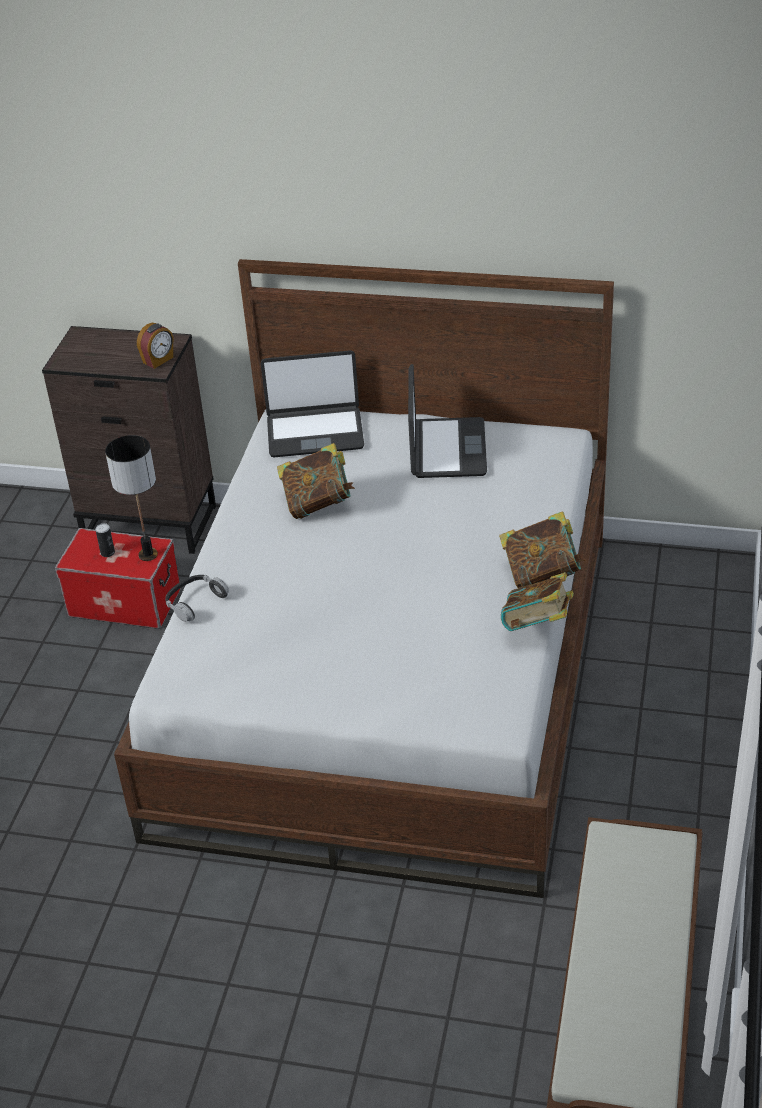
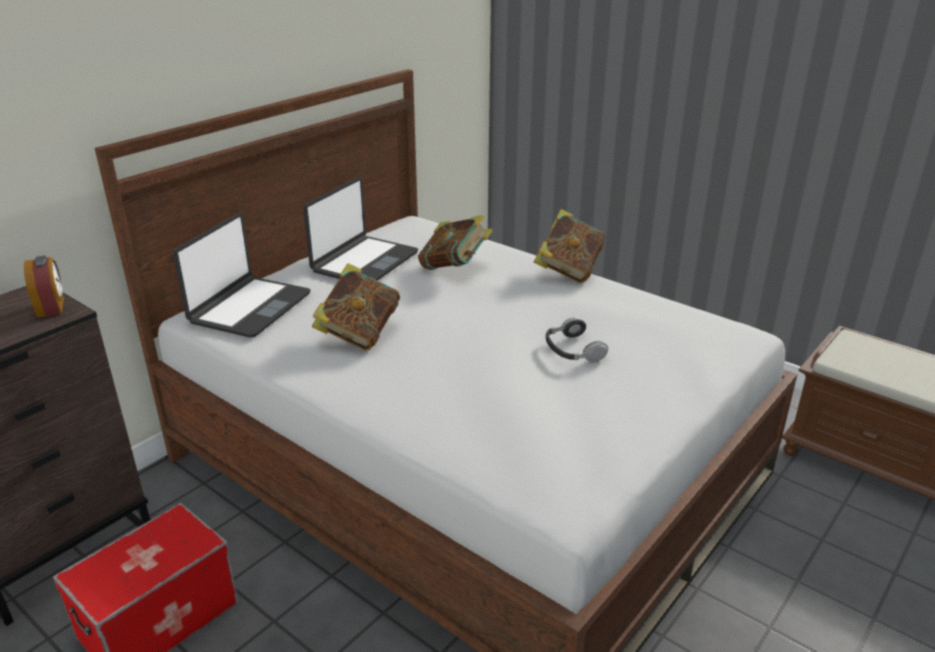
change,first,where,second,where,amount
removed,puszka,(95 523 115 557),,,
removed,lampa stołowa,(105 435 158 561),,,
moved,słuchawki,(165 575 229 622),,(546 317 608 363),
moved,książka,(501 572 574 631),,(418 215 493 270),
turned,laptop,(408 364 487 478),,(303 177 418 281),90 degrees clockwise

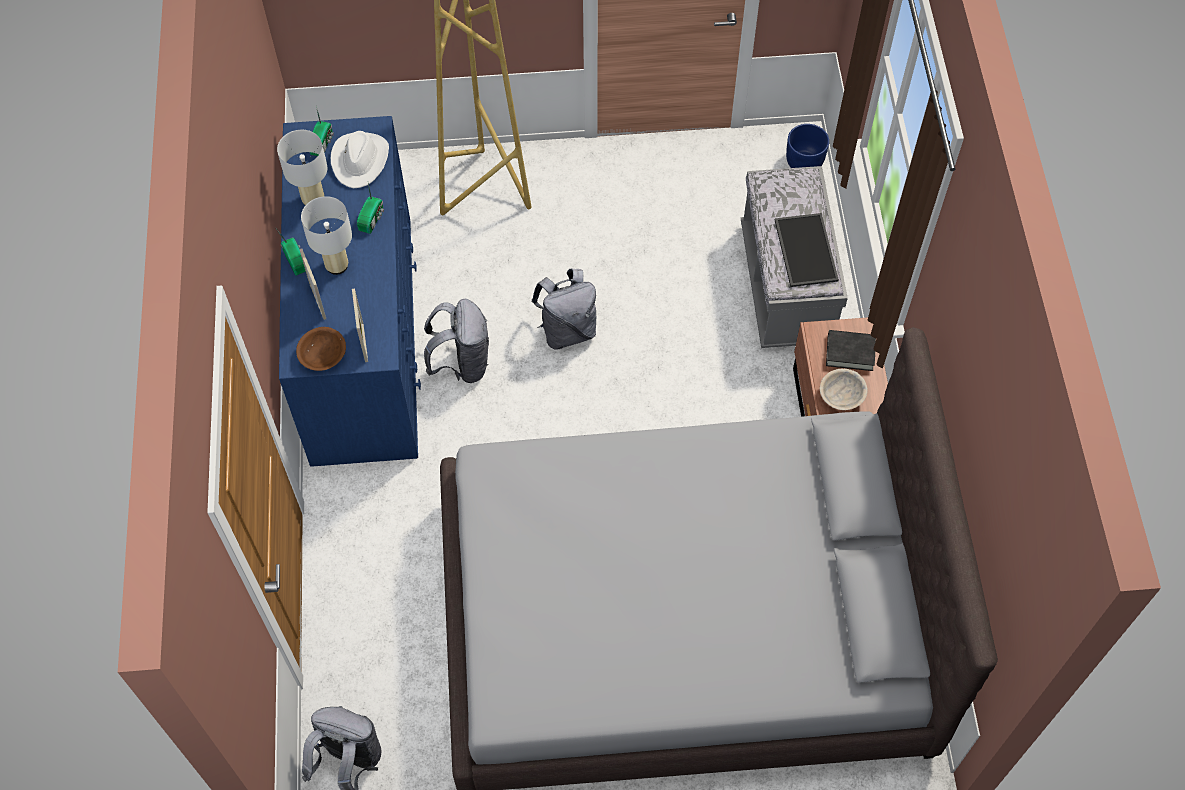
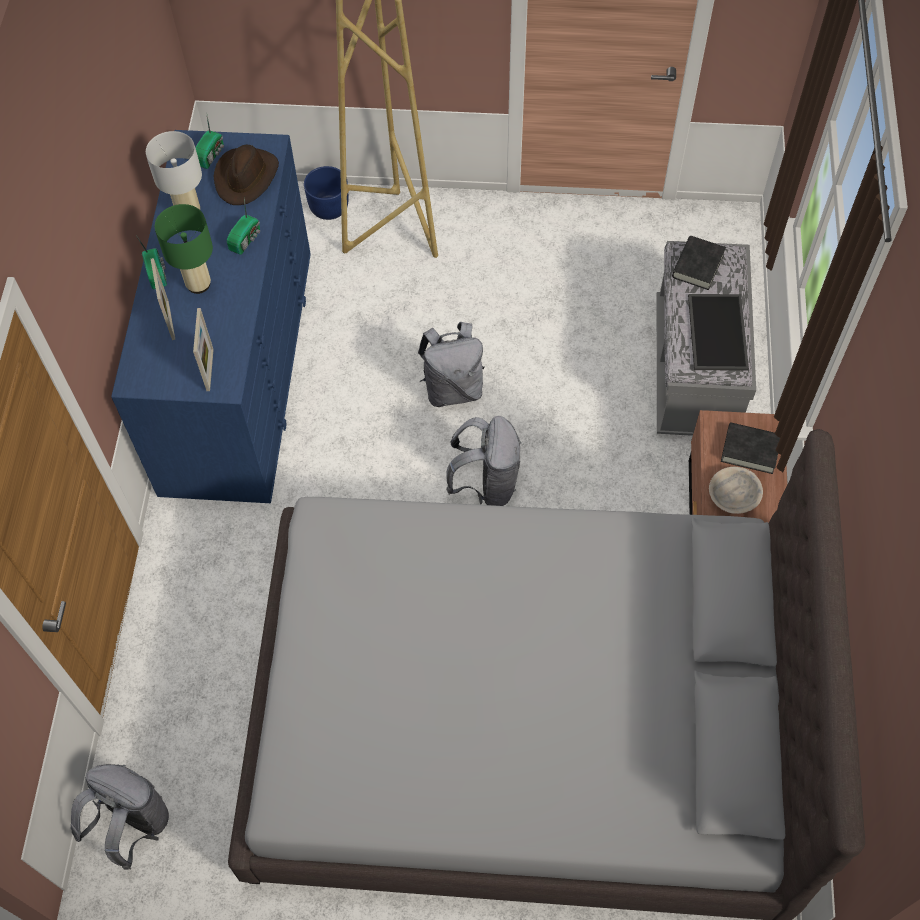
change,first,where,second,where,amount
removed,miska [brązowy],(296 327 346 371),,,
added,,,książka [czarny],(672 236 726 290),
moved,plecak [szary],(424 299 489 383),,(446 416 521 506),
moved,donica [niebieski],(786 124 829 168),,(304 166 349 220),
recoloured,lampa stołowa [biały],(301 196 352 275),lampa stołowa [zielony],(155 204 213 294),
recoloured,kapelusz [biały],(331 131 389 188),kapelusz [brązowy],(213 145 279 205),

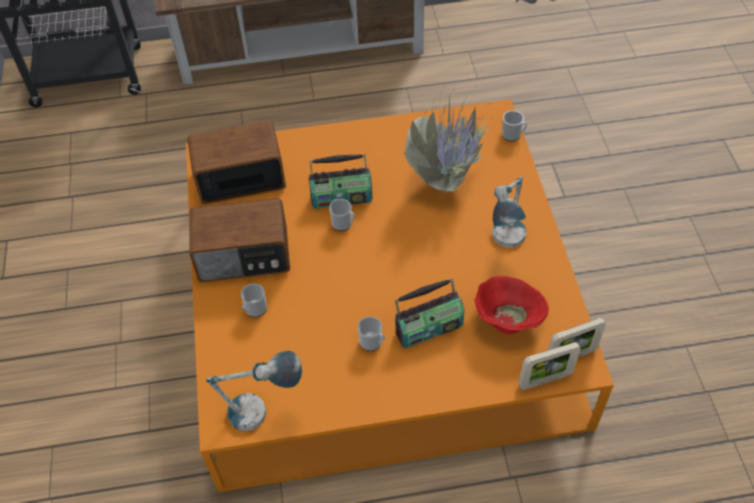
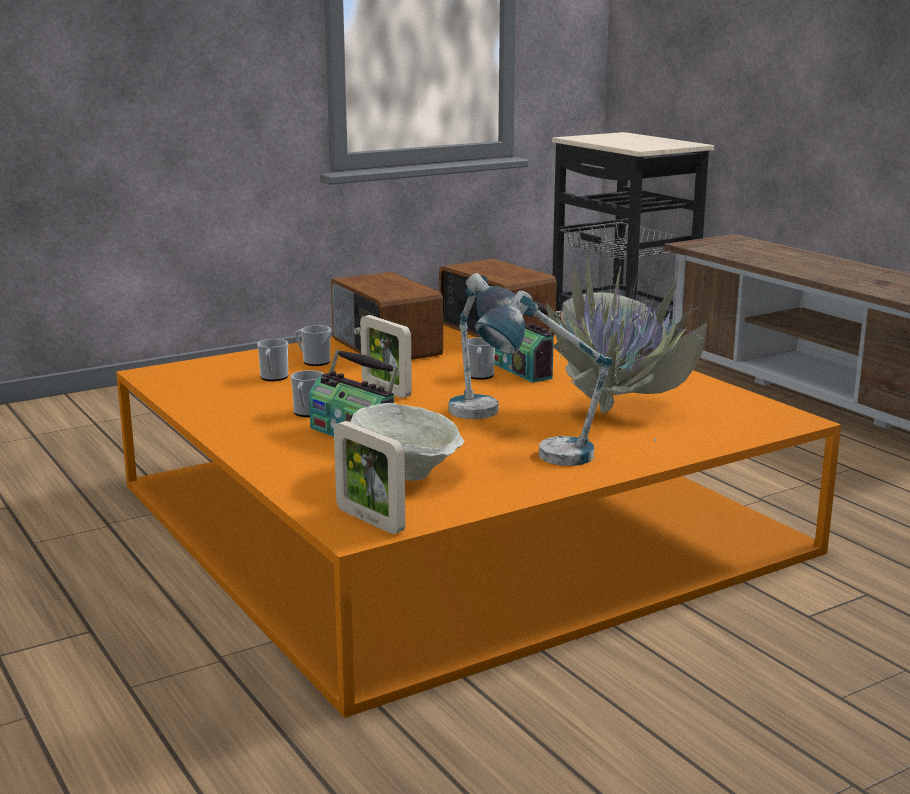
change,first,where,second,where,amount
moved,lampa stołowa,(206 351 302 431),,(448 273 516 419),
moved,kubek,(502 110 527 141),,(257 339 288 381),
moved,ramka na zdjęcie,(519 342 581 390),,(360 315 412 398),
recoloured,miska [czerwony],(475 276 549 334),miska [beżowy],(351 403 464 481),

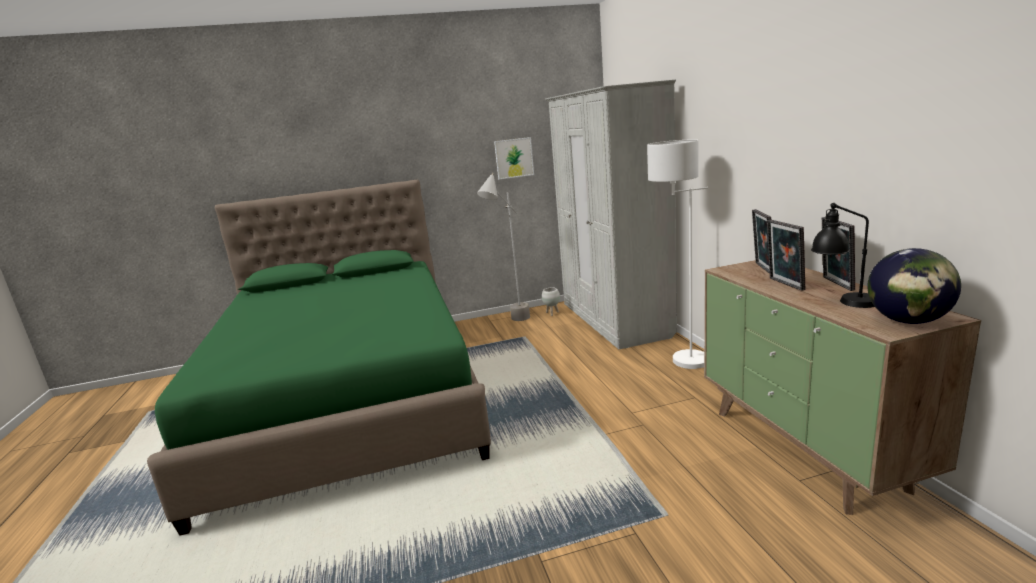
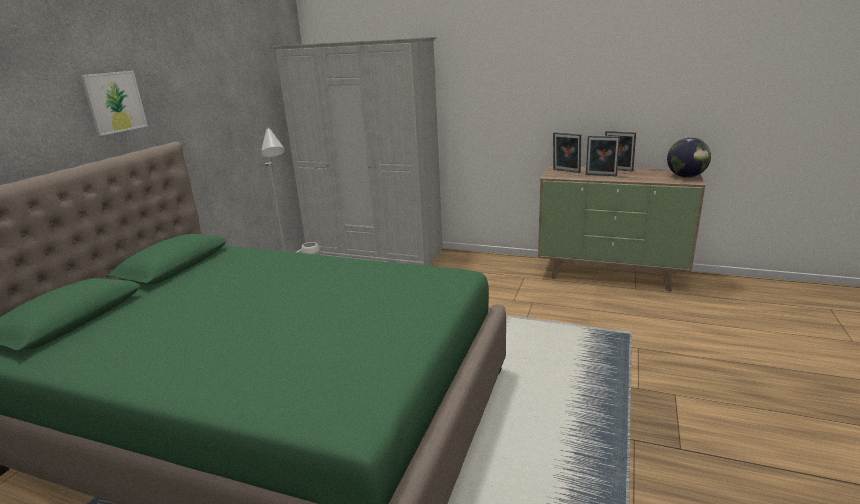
change,first,where,second,where,amount
removed,lampa stojąca [biały],(647 139 708 369),,,
removed,lampa stołowa [czarny],(811 203 875 308),,,
moved,obraz,(494 137 534 179),,(80 71 148 136),

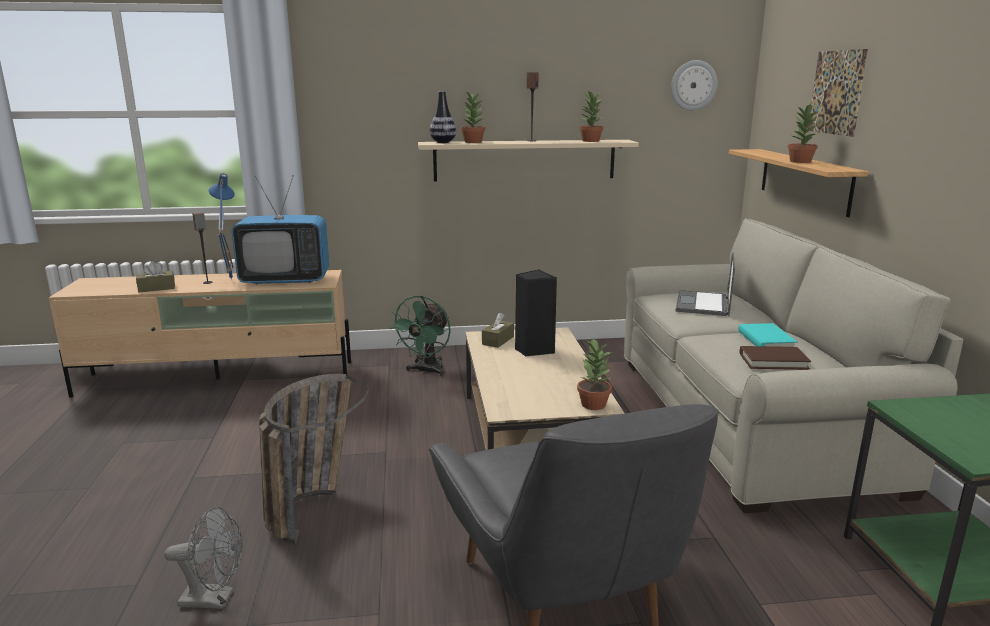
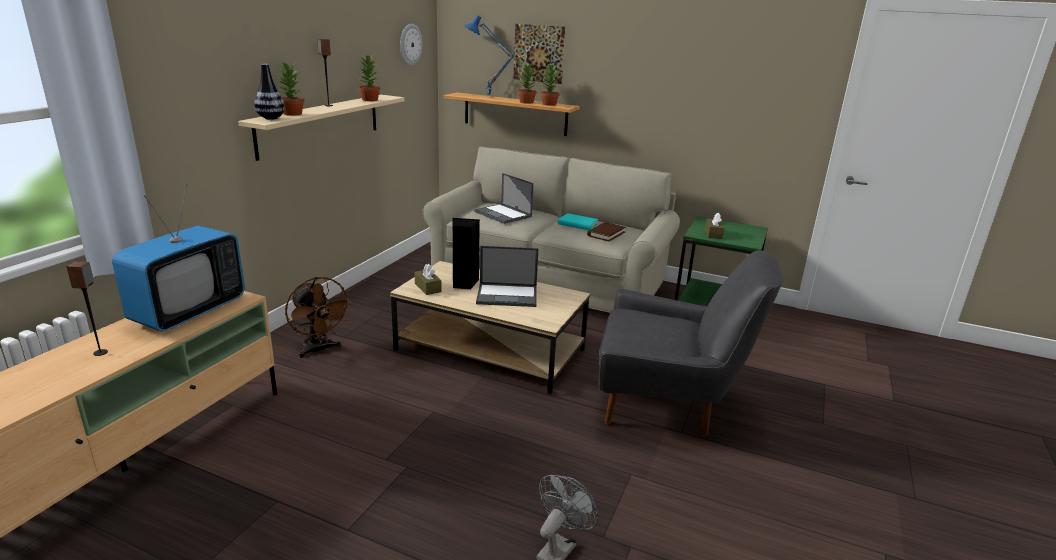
change,first,where,second,where,amount
removed,koszyk,(259 374 369 543),,,
added,,,laptop,(476 246 539 307),
moved,pudełko chusteczek [brązowy],(136 261 175 293),,(705 212 725 239),
moved,lampa stołowa [niebieski],(209 173 235 281),,(464 15 514 97),
moved,roślina doniczkowa,(577 337 612 410),,(540 65 560 106),
recoloured,wentylator [zielony],(389 296 451 376),wentylator [brązowy],(285 277 352 358),

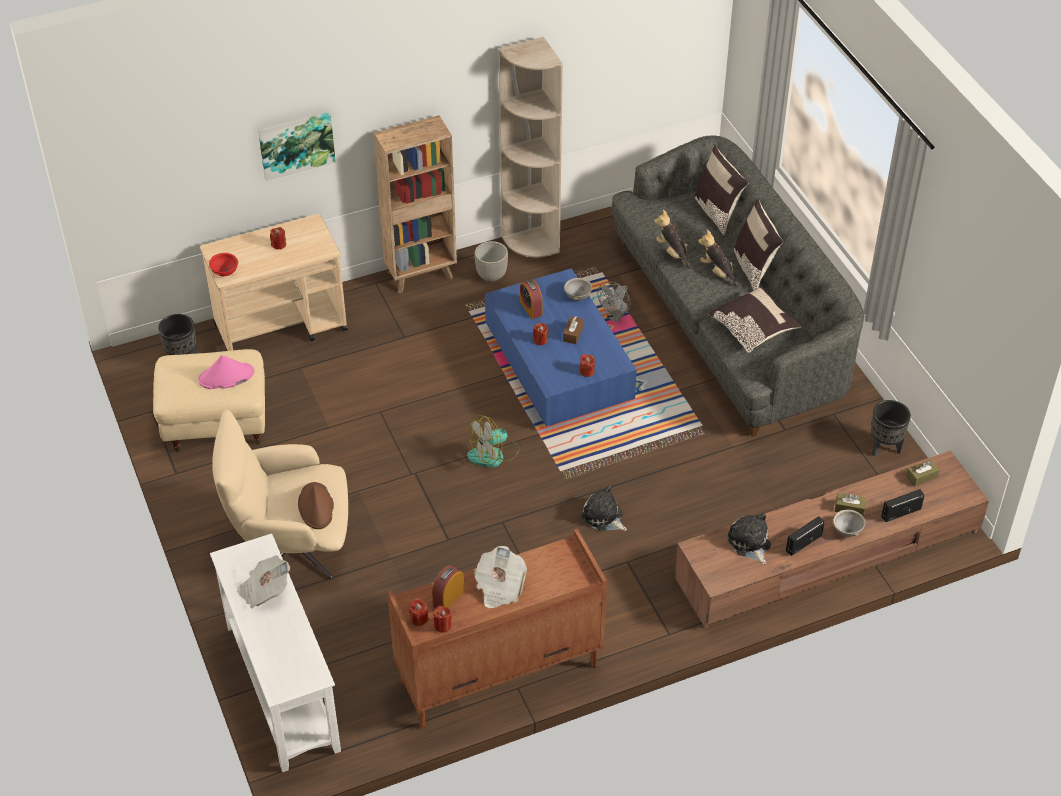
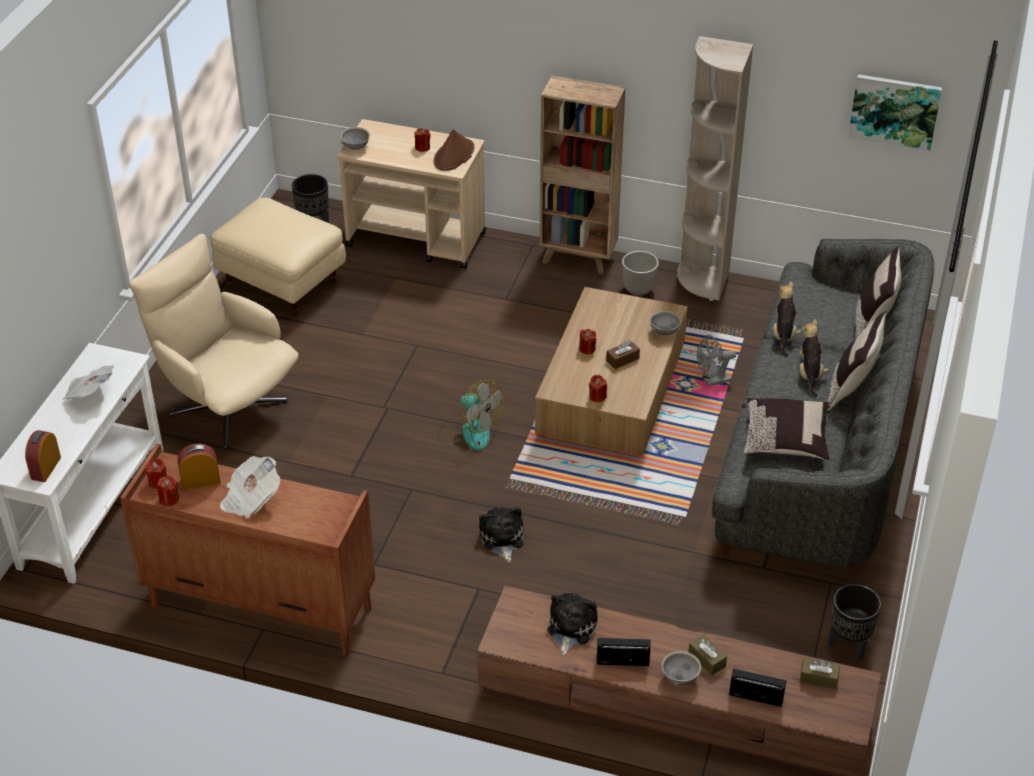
change,first,where,second,where,amount
removed,kapelusz [różowy],(198 355 254 389),,,
moved,obraz,(258 110 336 181),,(848 74 942 151),
moved,kapelusz [brązowy],(298 482 334 529),,(434 129 474 171),
moved,budzik,(520 280 543 319),,(25 430 61 482),
recoloured,miska [czerwony],(209 253 238 276),miska [szary],(340 127 370 150),
recoloured,ława [niebieski],(485 268 637 427),ława [brązowy],(535 287 688 456),
turned,wentylator,(467 415 519 467),,(438 379 504 450),150 degrees counterclockwise

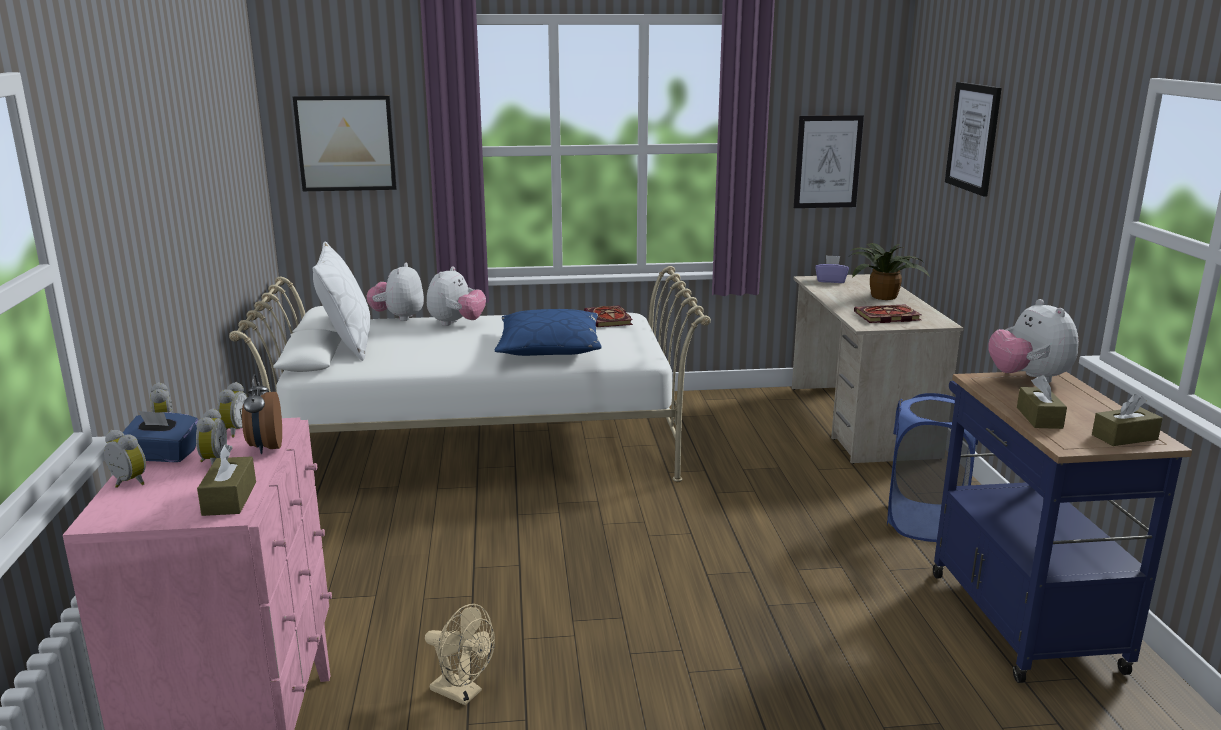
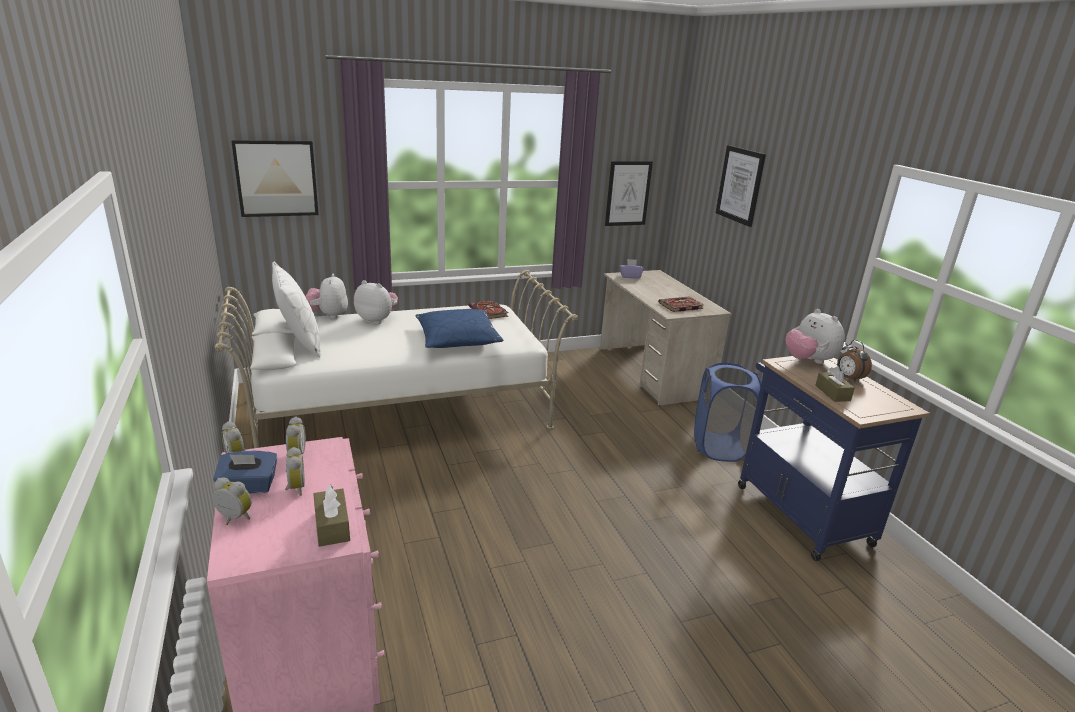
change,first,where,second,where,amount
removed,wentylator [beżowy],(425 604 495 705),,,
removed,roślina doniczkowa,(850 243 930 300),,,
removed,pudełko chusteczek [brązowy],(1092 394 1163 446),,,
moved,budzik,(242 374 282 454),,(837 340 872 382),
turned,pluszak,(427 266 486 326),,(354 280 398 324),75 degrees counterclockwise

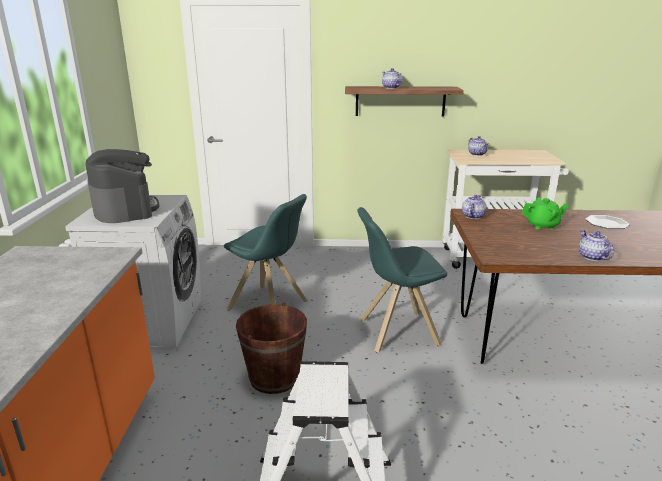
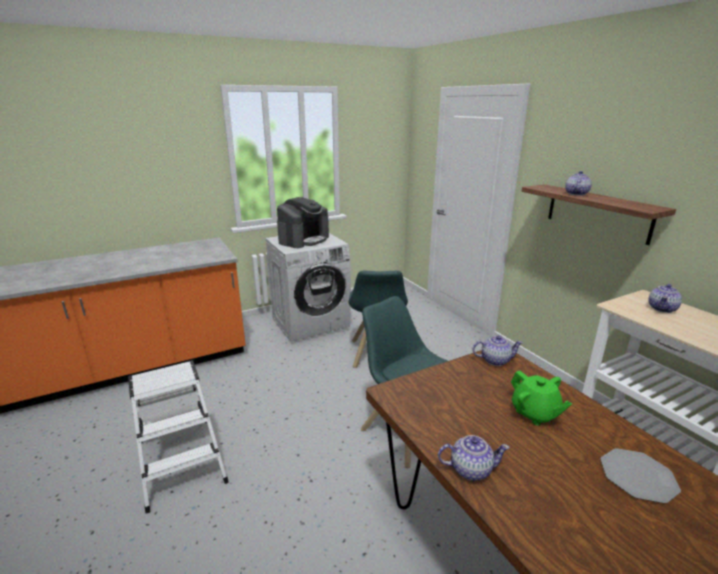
change,first,where,second,where,amount
removed,wiadro [brązowy],(236 302 307 394),,,
turned,imbryk,(579 229 614 261),,(438 435 510 481),45 degrees clockwise

